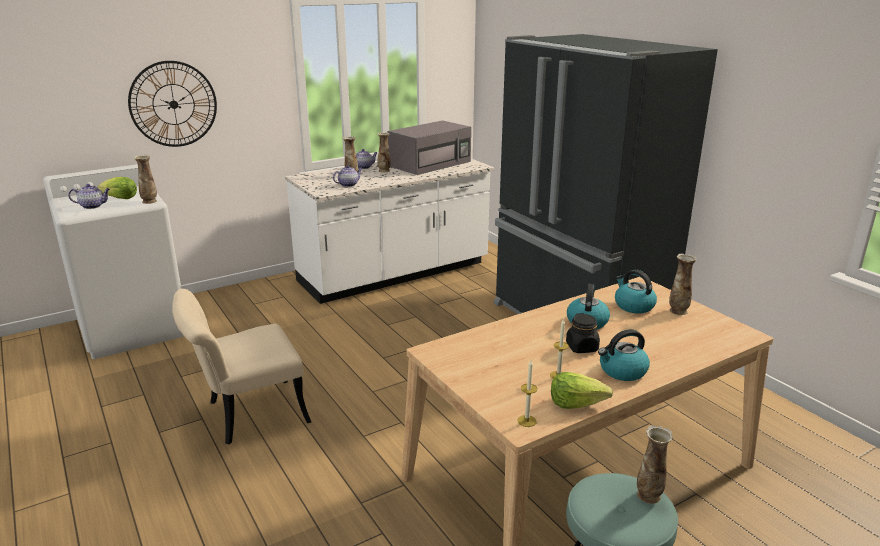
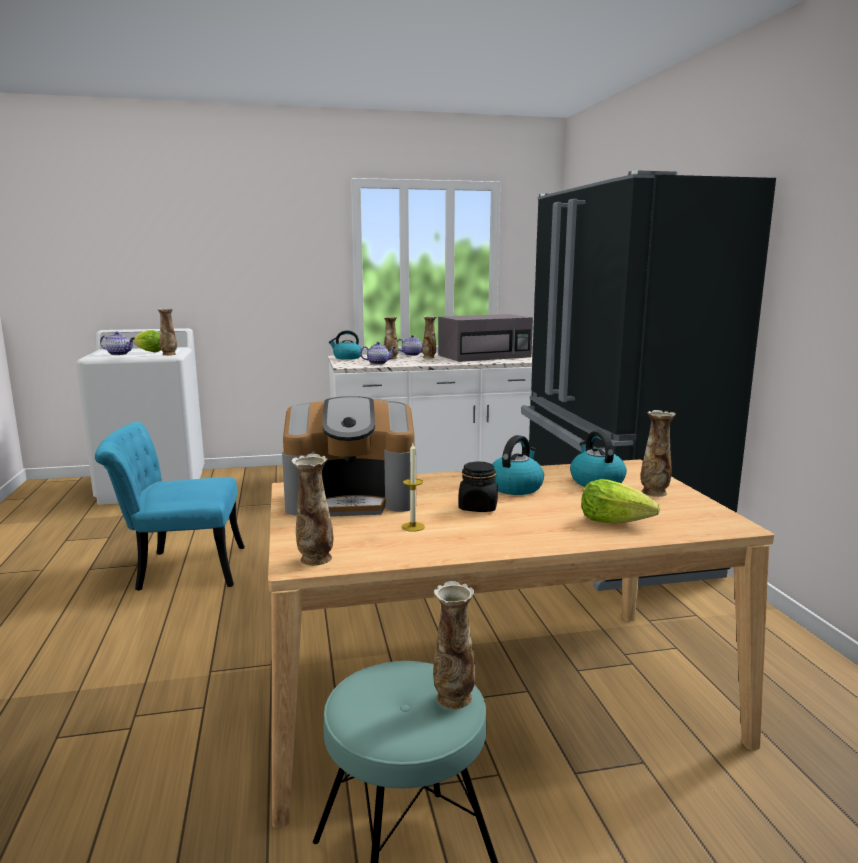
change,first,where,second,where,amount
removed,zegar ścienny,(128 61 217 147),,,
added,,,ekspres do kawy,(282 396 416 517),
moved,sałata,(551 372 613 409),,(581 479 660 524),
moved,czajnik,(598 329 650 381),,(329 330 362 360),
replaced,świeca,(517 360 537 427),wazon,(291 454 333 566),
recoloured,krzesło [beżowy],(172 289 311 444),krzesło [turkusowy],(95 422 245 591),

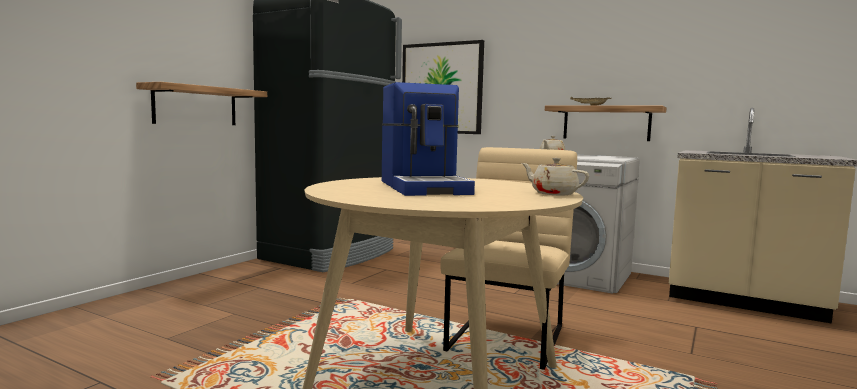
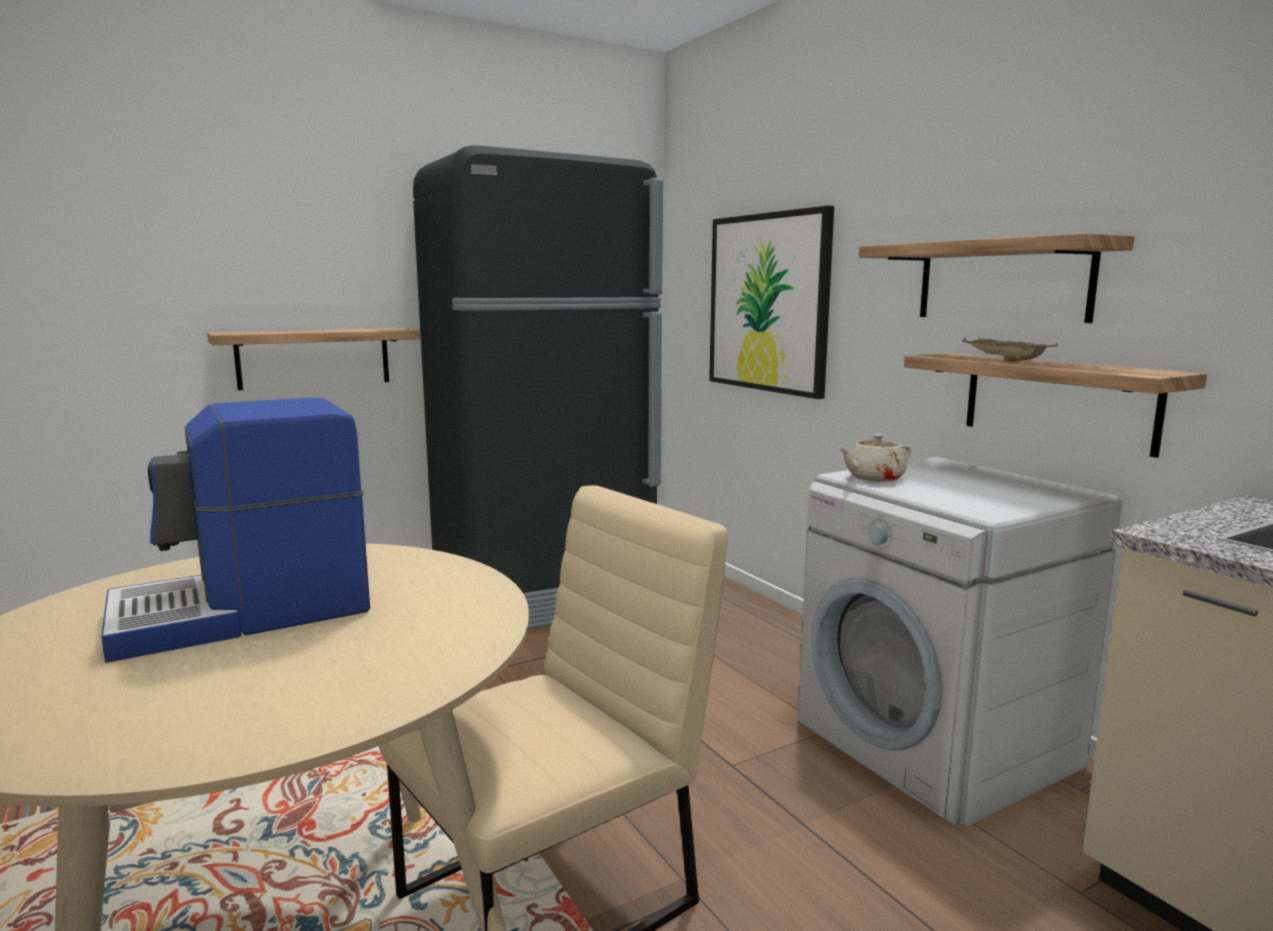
change,first,where,second,where,amount
removed,imbryk [beżowy],(522 158 589 195),,,
added,,,półka,(859 233 1135 323),
turned,ekspres do kawy,(382 82 475 196),,(101 398 370 663),45 degrees clockwise

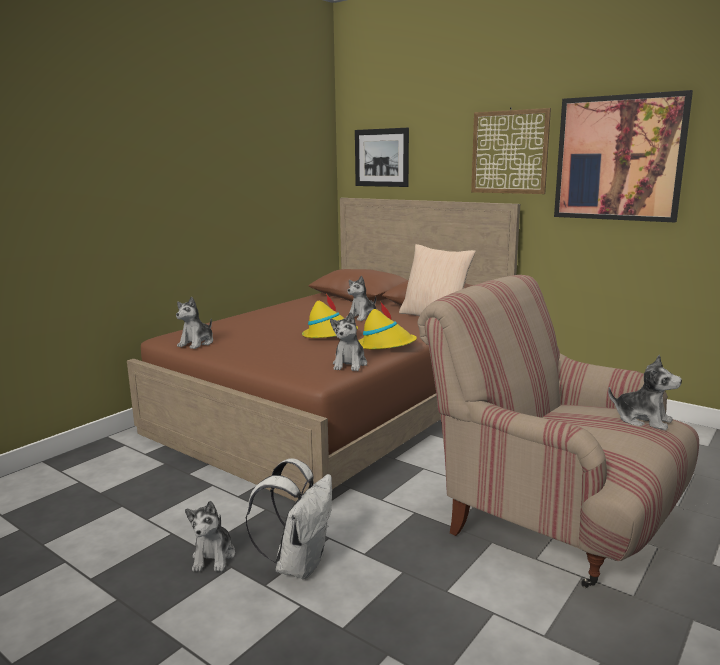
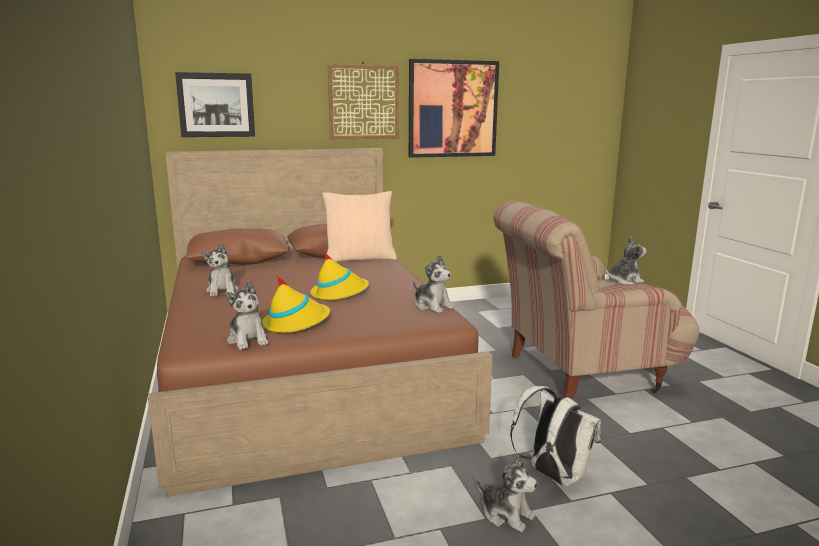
change,first,where,second,where,amount
moved,pluszak,(346 276 376 321),,(202 243 239 297),
moved,kapelusz [żółty],(359 301 417 349),,(262 275 330 333),

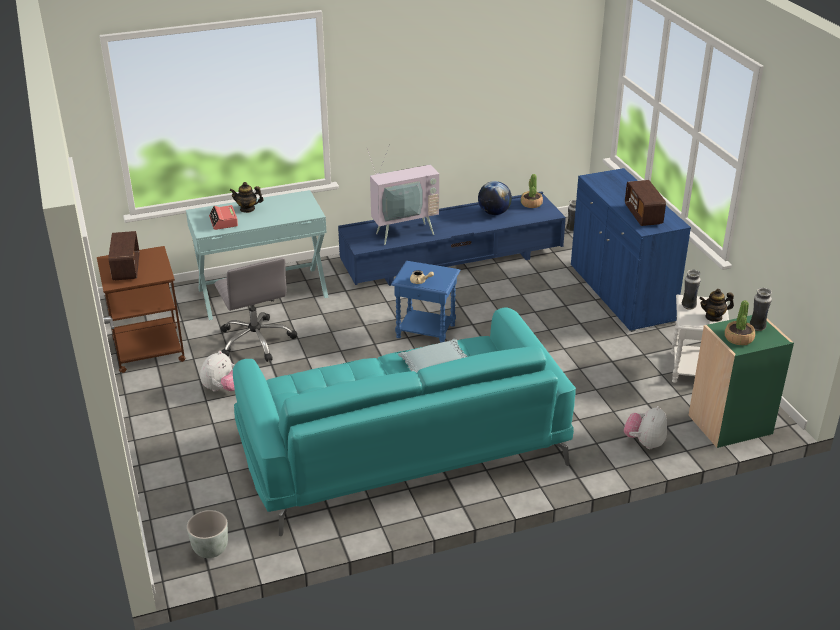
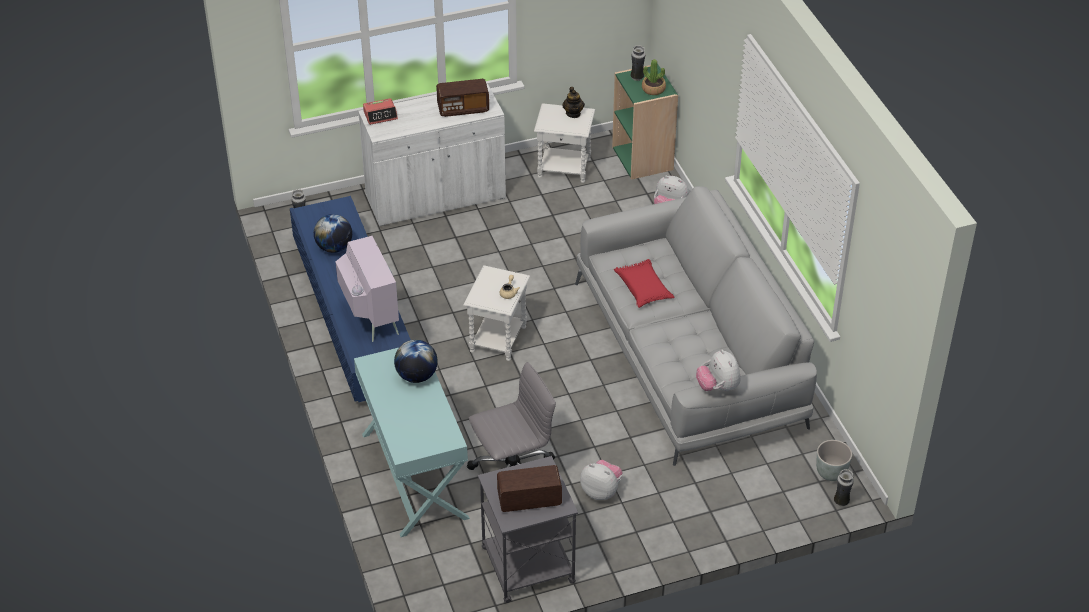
change,first,where,second,where,amount
removed,imbryk,(229 182 264 213),,,
removed,roślina doniczkowa,(521 174 543 208),,,
added,,,globus,(394 340 438 383),
added,,,pluszak,(696 350 741 391),
moved,budzik,(209 205 238 230),,(363 98 398 125),
moved,wazon,(682 270 701 310),,(834 469 854 506),
recoloured,wózek [brązowy],(97 246 186 373),wózek [szary],(478 456 578 603),
recoloured,kanapa [turkusowy],(233 307 576 536),kanapa [szary],(575 186 817 466),
recoloured,stolik [niebieski],(391 261 461 343),stolik [biały],(463 265 530 361),
recoloured,poduszka [niebieski],(398 338 468 373),poduszka [czerwony],(614 259 674 308),
recoloured,szafka [niebieski],(571 168 691 332),szafka [biały],(358 84 506 226),

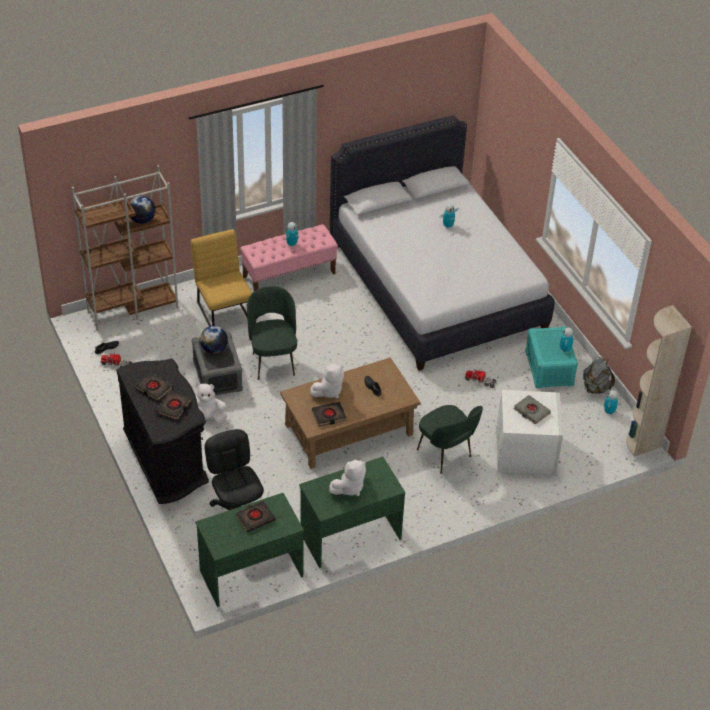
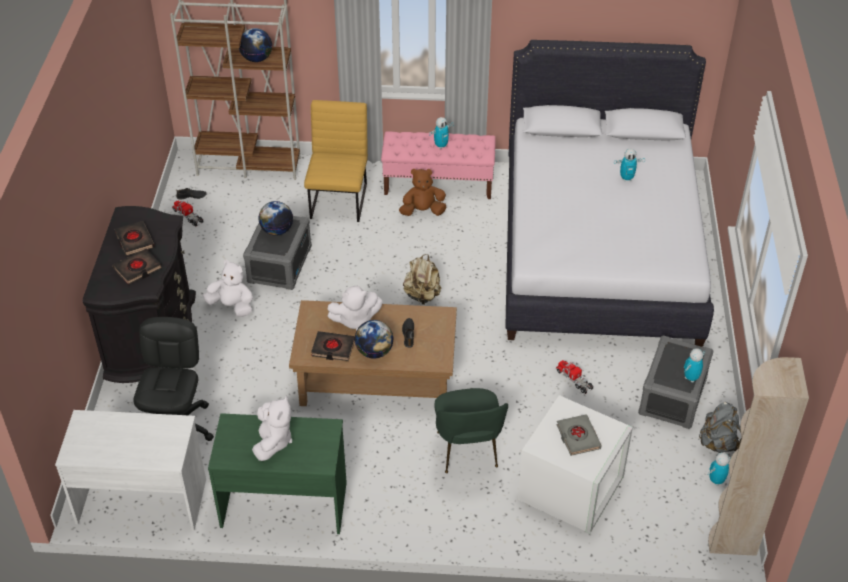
change,first,where,second,where,amount
removed,książka [czarny],(236 501 275 532),,,
removed,krzesło [zielony],(247 286 297 380),,,
added,,,globus,(355 320 394 359),
added,,,pluszak [brązowy],(399 169 446 216),
added,,,plecak [beżowy],(403 254 441 304),
recoloured,biurko [zielony],(195 493 304 607),biurko [biały],(55 410 206 530),
recoloured,pojemnik do przechowywania [turkusowy],(525 326 578 388),pojemnik do przechowywania [szary],(638 335 713 429),
turned,pluszak [biały],(329 460 366 496),,(252 395 292 461),75 degrees counterclockwise

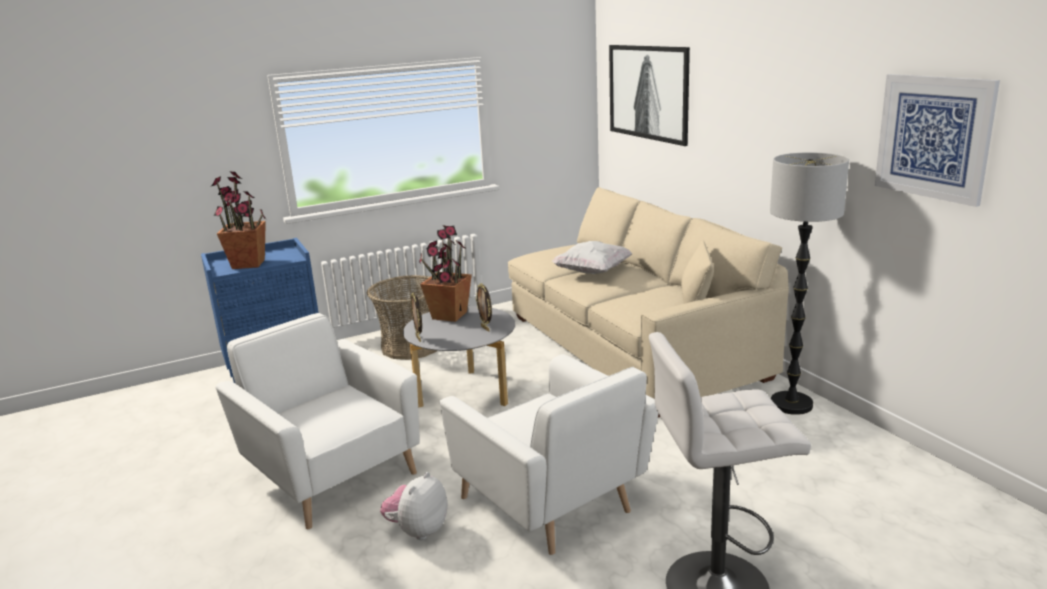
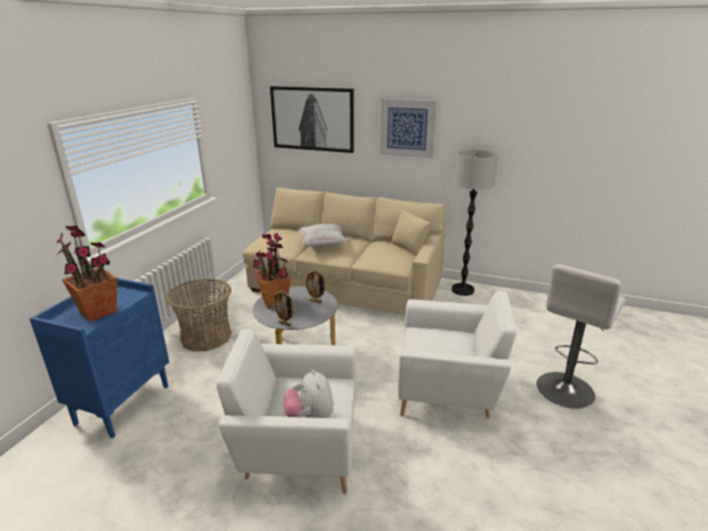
change,first,where,second,where,amount
moved,pluszak,(380 472 448 540),,(283 369 334 418),
moved,obraz,(875 74 1000 207),,(380 99 436 158),

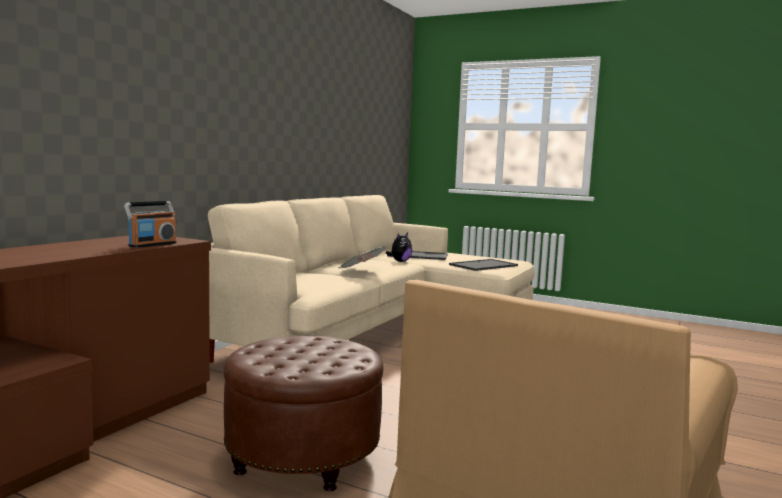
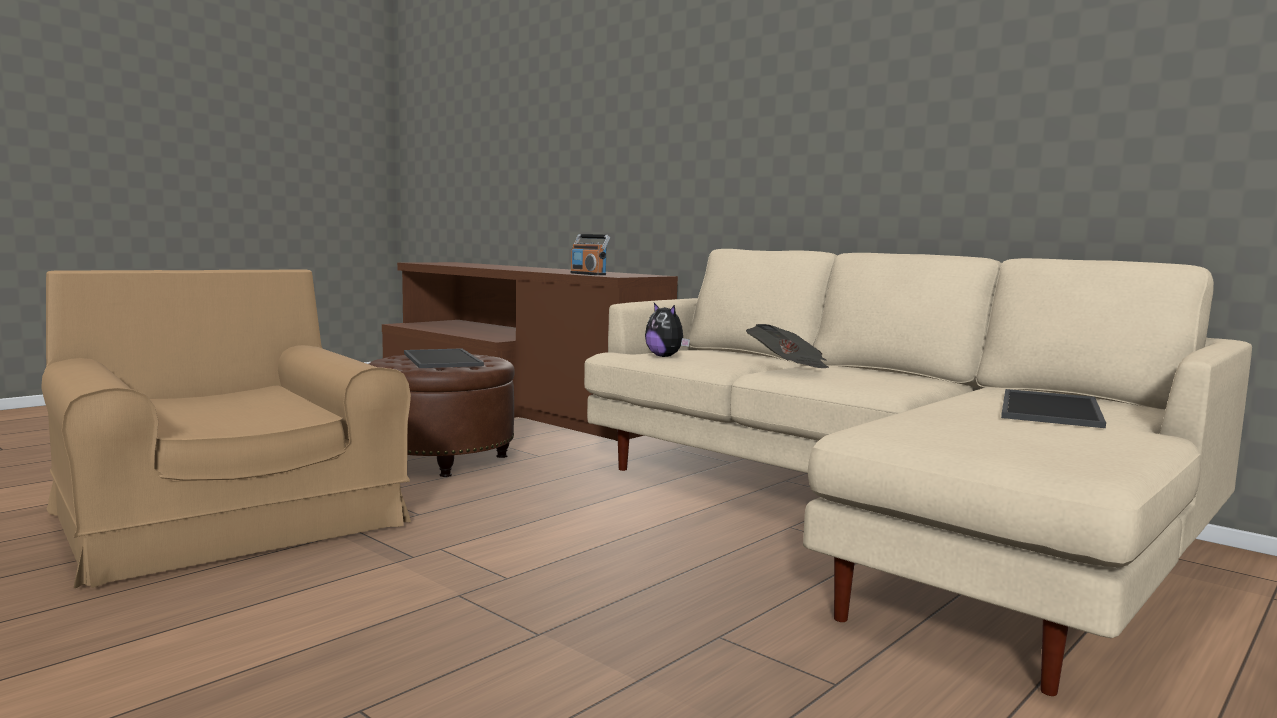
change,first,where,second,where,amount
moved,pluszak,(386 233 412 262),,(645 303 690 357),
moved,taca,(449 259 518 271),,(404 348 484 368),

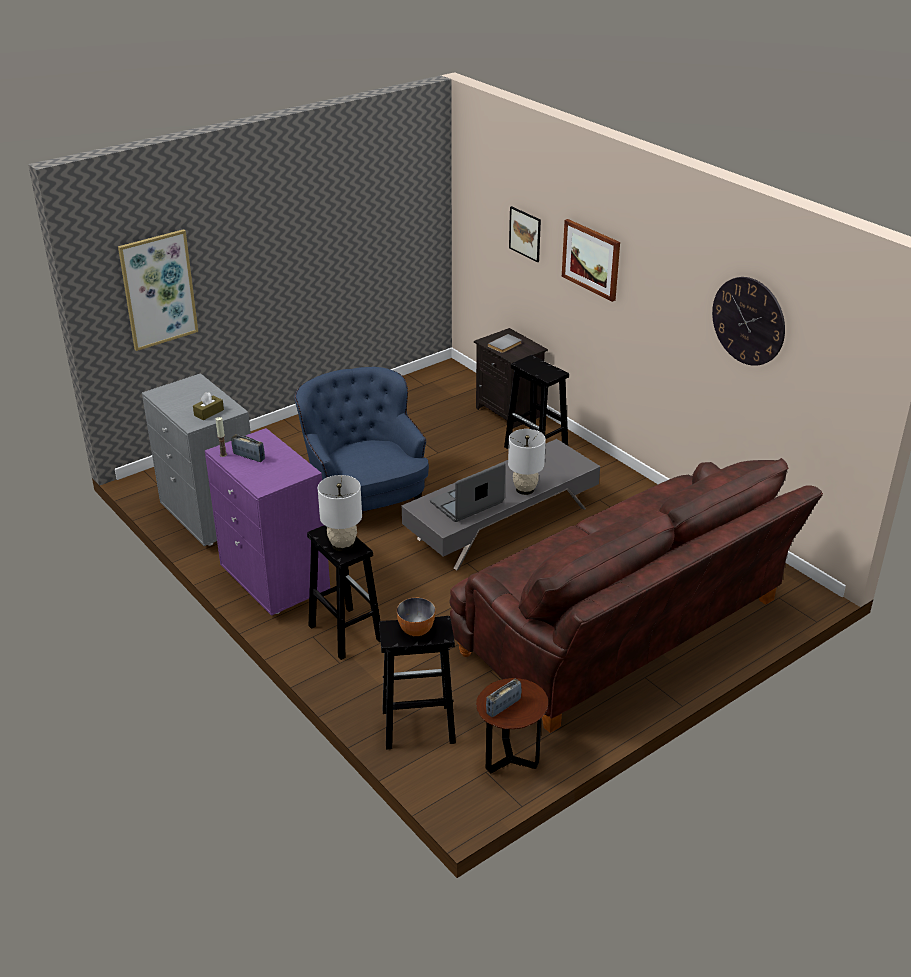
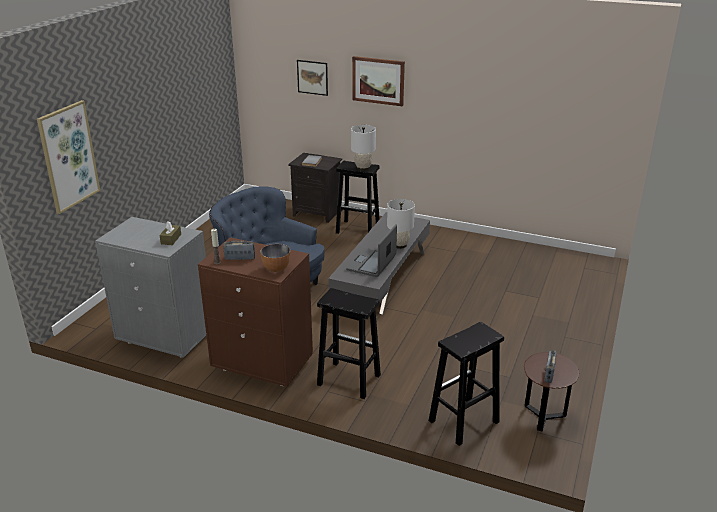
change,first,where,second,where,amount
removed,kanapa [brązowy],(450 458 823 733),,,
removed,zegar ścienny,(712 277 785 366),,,
moved,lampa stołowa [biały],(318 475 362 551),,(351 125 376 171),
moved,miska,(397 598 435 636),,(260 244 290 272),
recoloured,szafka [fioletowy],(205 428 330 616),szafka [brązowy],(198 237 313 387),

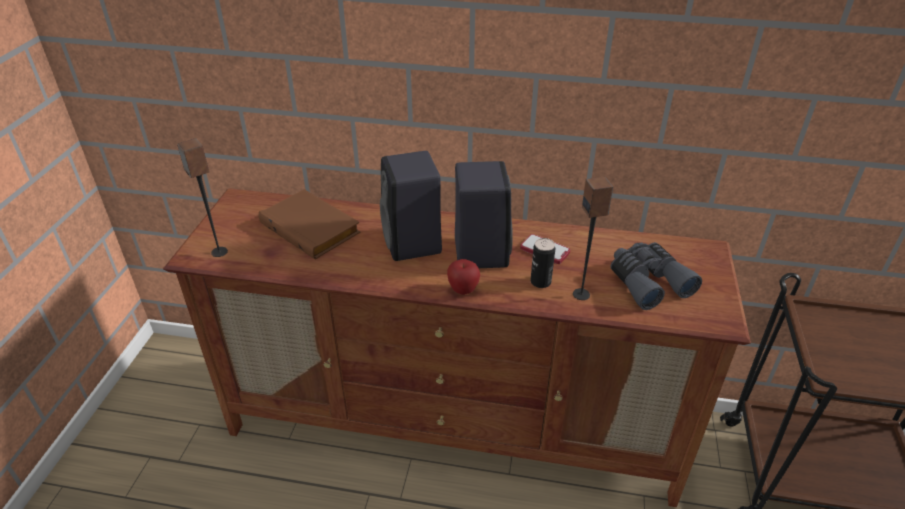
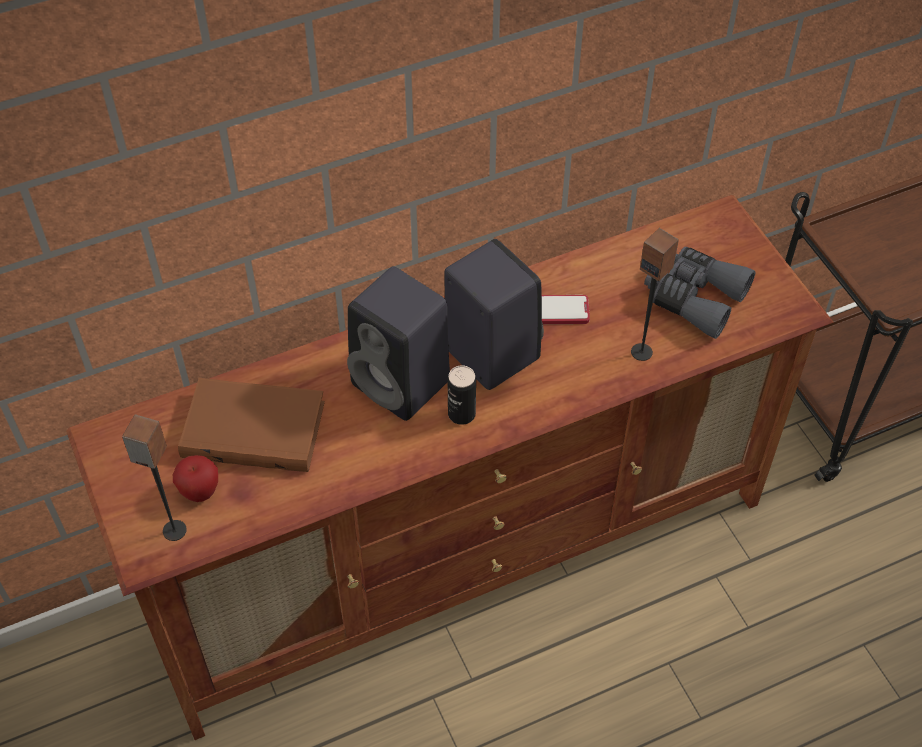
change,first,where,second,where,amount
moved,jabłko,(447 259 480 295),,(173 455 218 502),
moved,puszka,(530 238 555 288),,(448 365 476 425),

